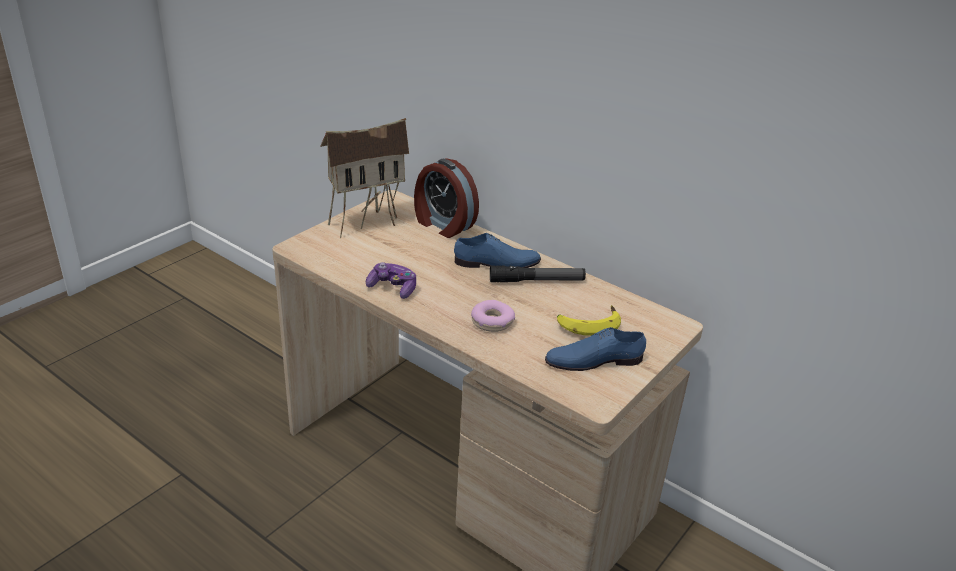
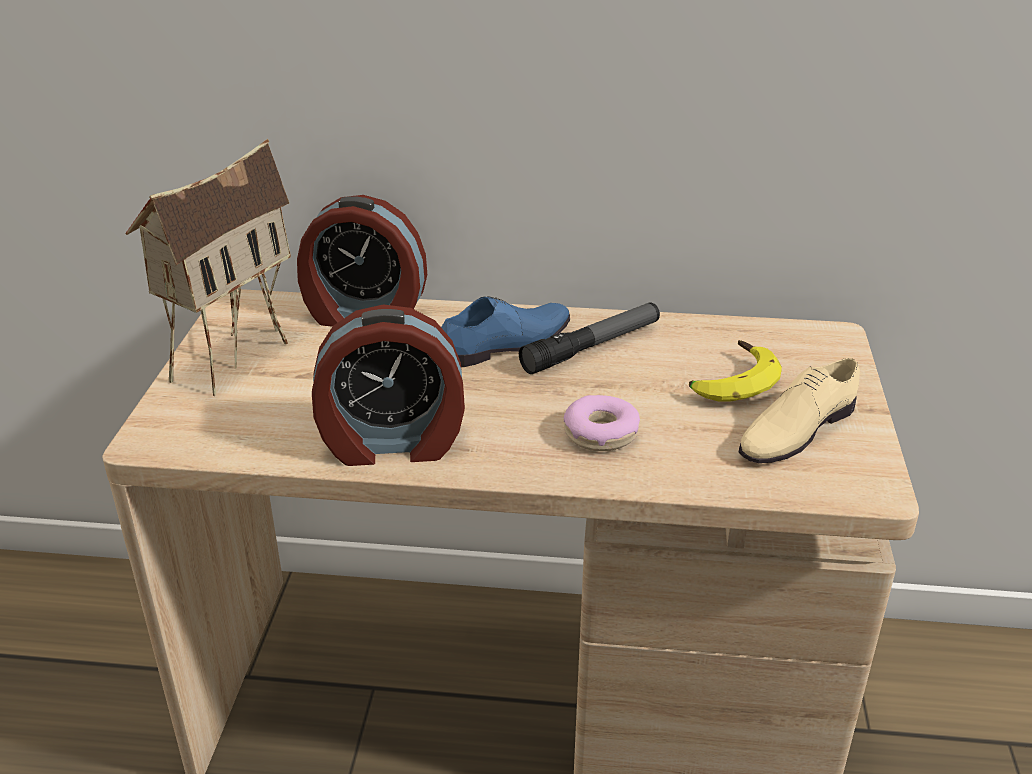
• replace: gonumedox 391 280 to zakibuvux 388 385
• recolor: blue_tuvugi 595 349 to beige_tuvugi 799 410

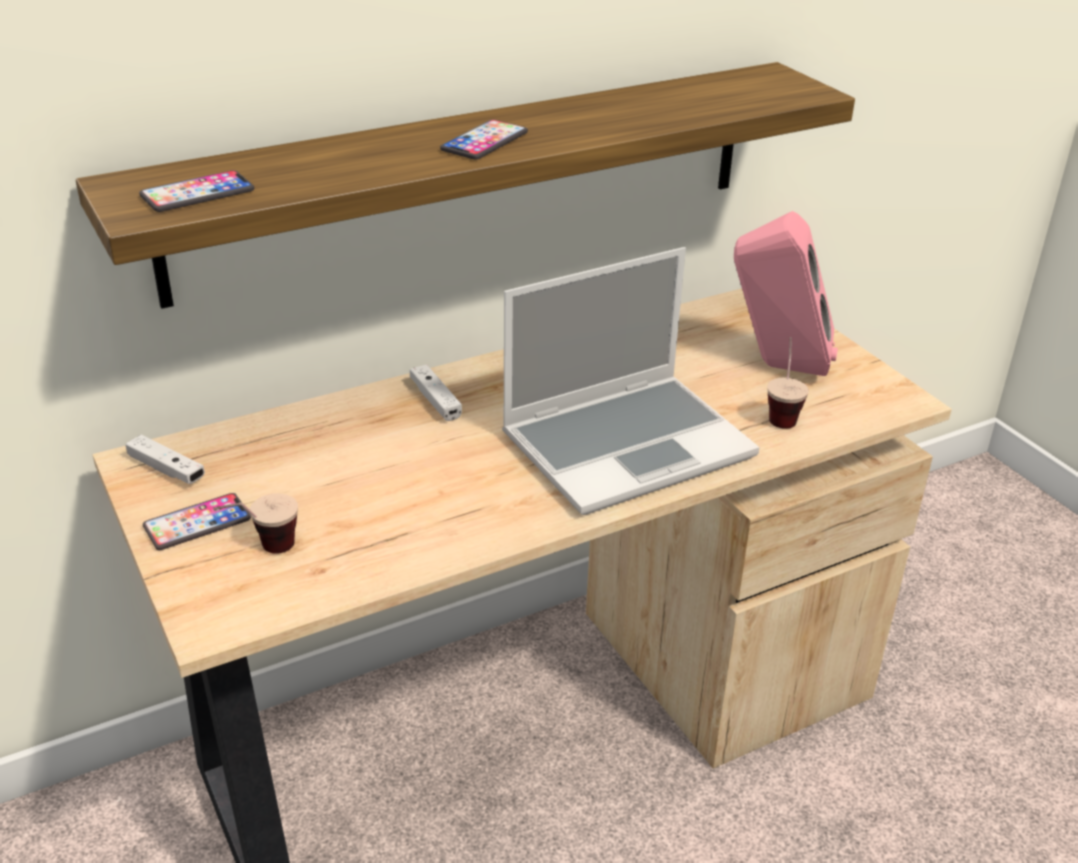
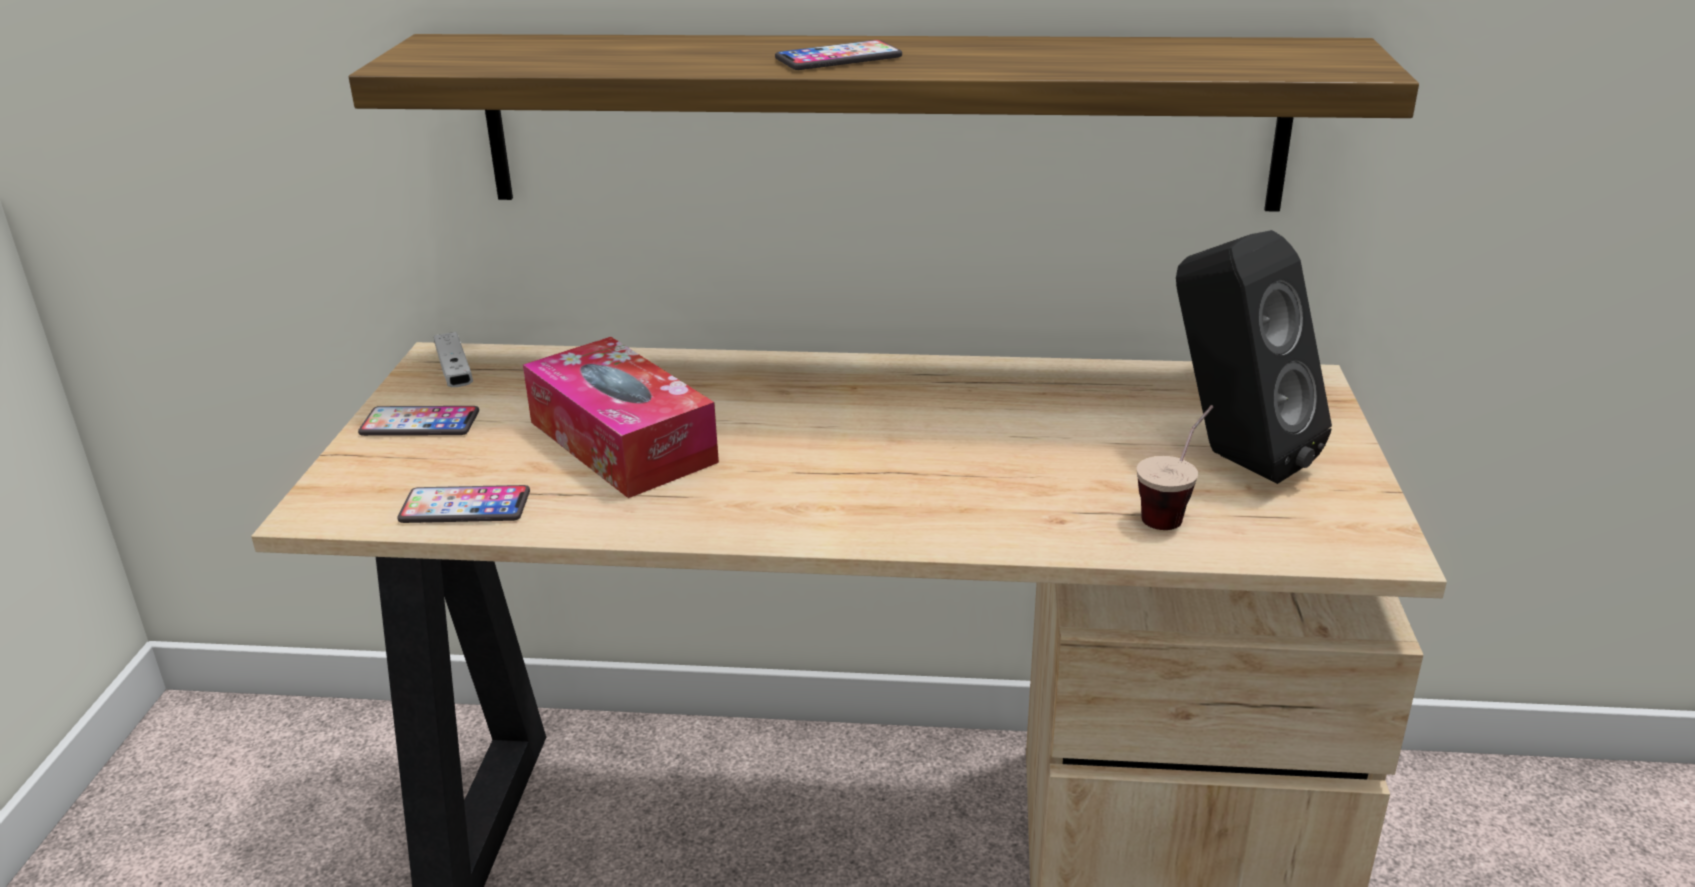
• delete: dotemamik 255 523
• delete: white_gonumedox 436 392
• delete: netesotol 631 381
• insert: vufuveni 621 417
• move: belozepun 196 191 to 463 504
• recolor: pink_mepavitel 786 293 to black_mepavitel 1254 357

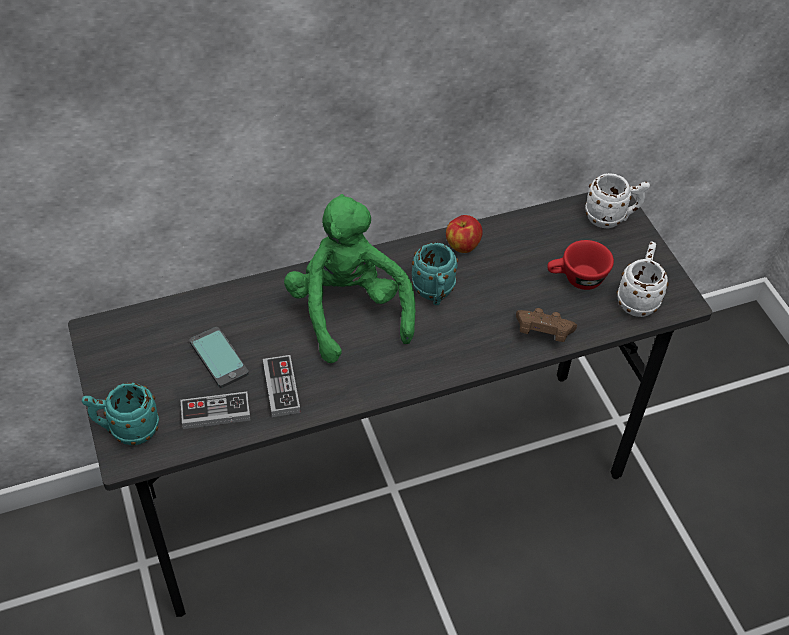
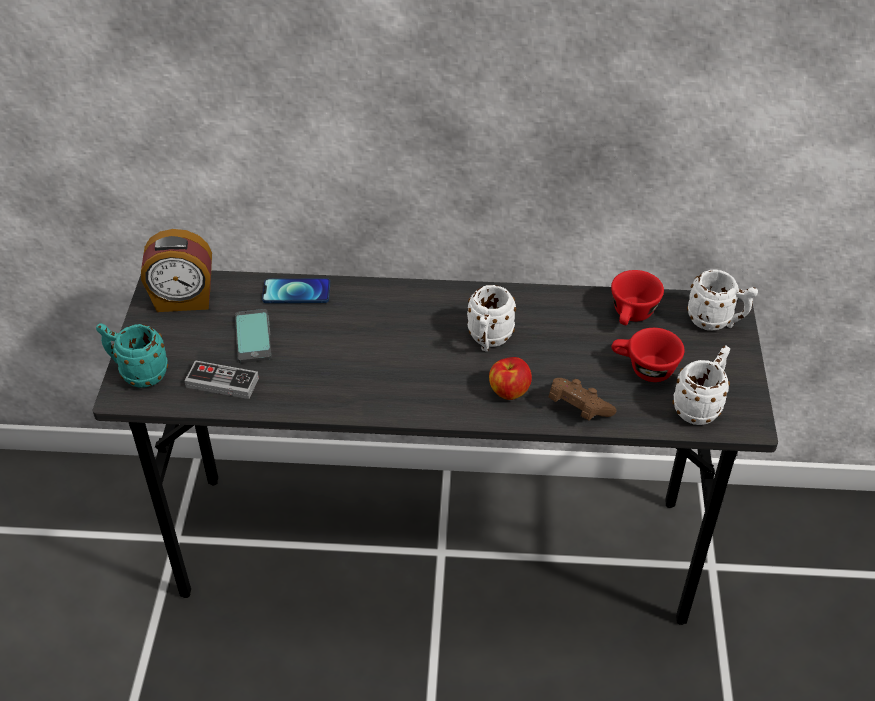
• delete: gonumedox 281 386
• delete: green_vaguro 349 278
• insert: zakibuvux 176 270
• insert: belozepun 296 290
• insert: red_dotemamik 637 297
• move: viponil 464 234 to 510 378
• recolor: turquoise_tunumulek 435 274 to white_tunumulek 491 318

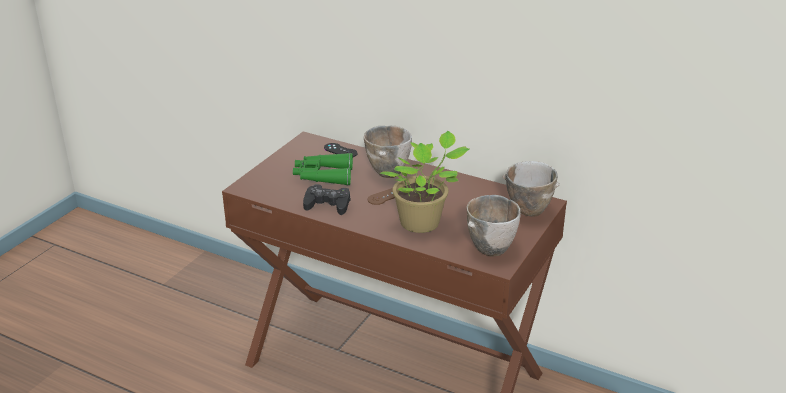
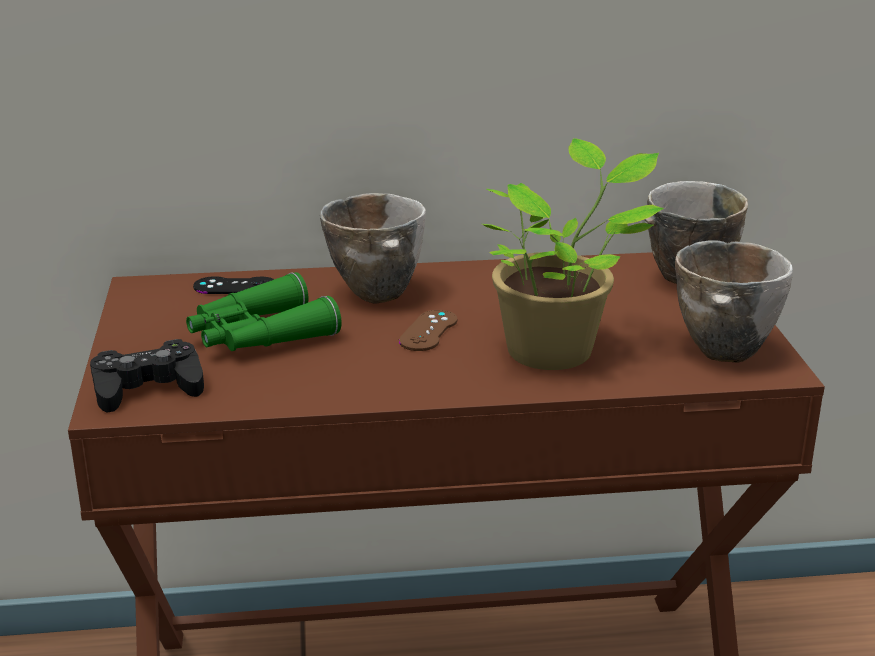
• move: black_gonumedox 326 199 to 147 376

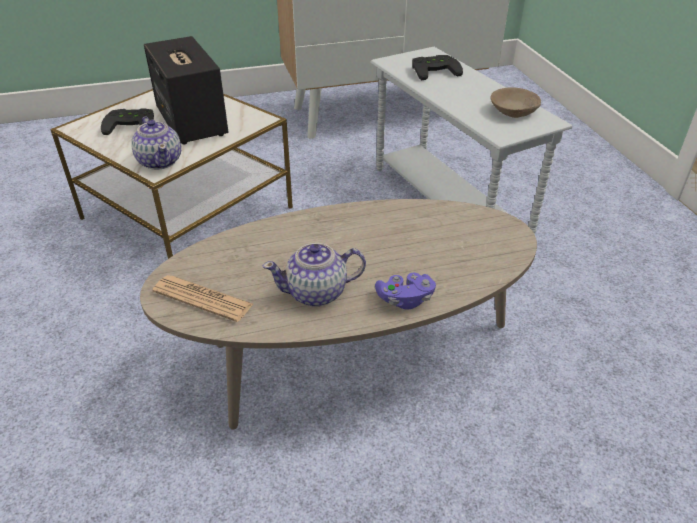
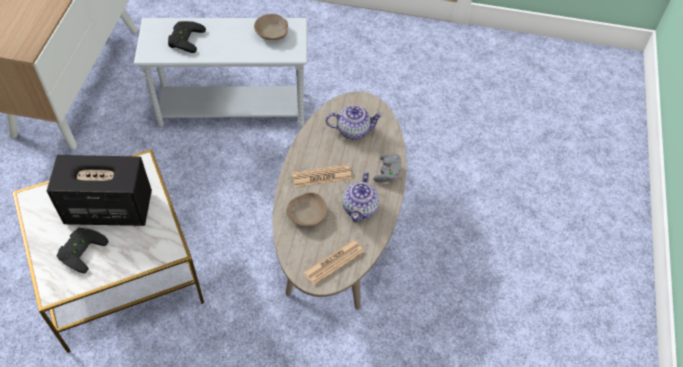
• insert: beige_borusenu 306 209
• insert: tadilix 322 176
• move: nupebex 156 143 to 354 122
• recolor: purple_gonumedox 405 291 to grey_gonumedox 387 168

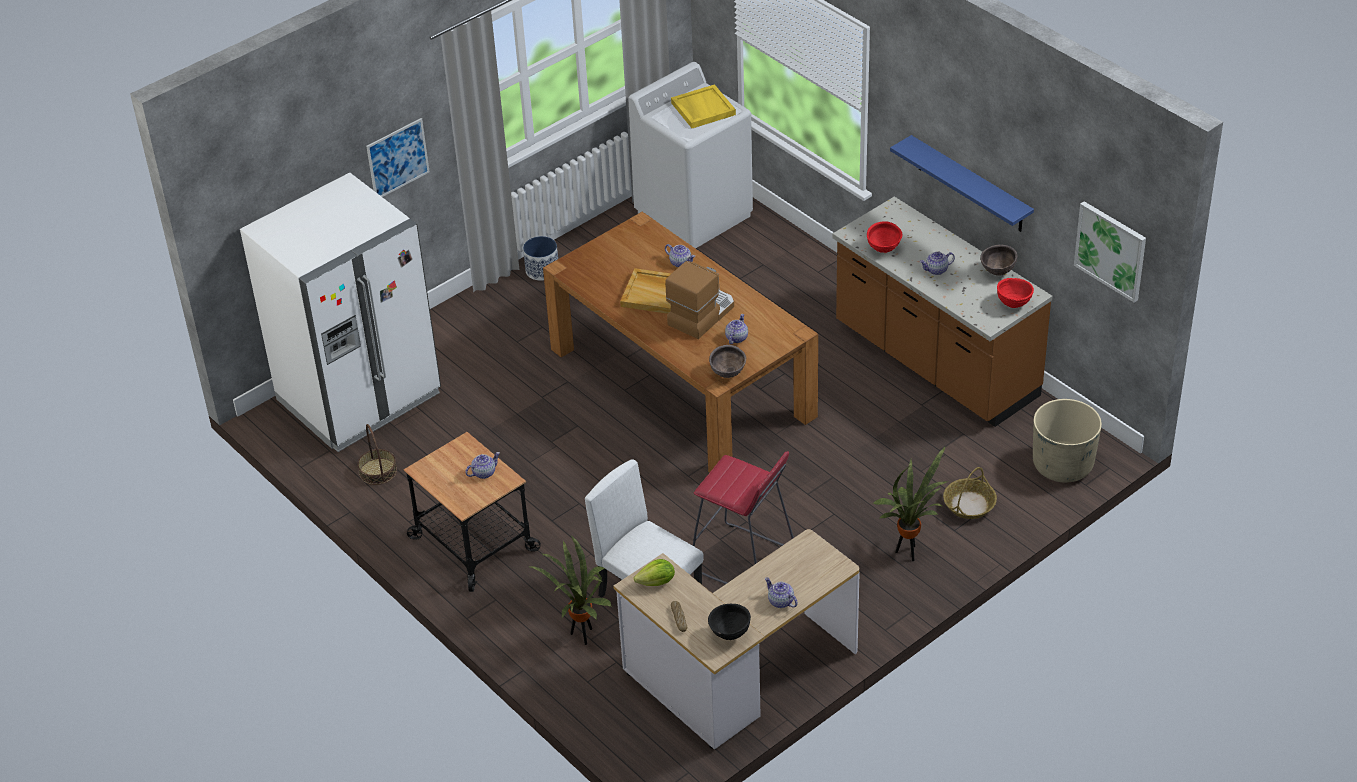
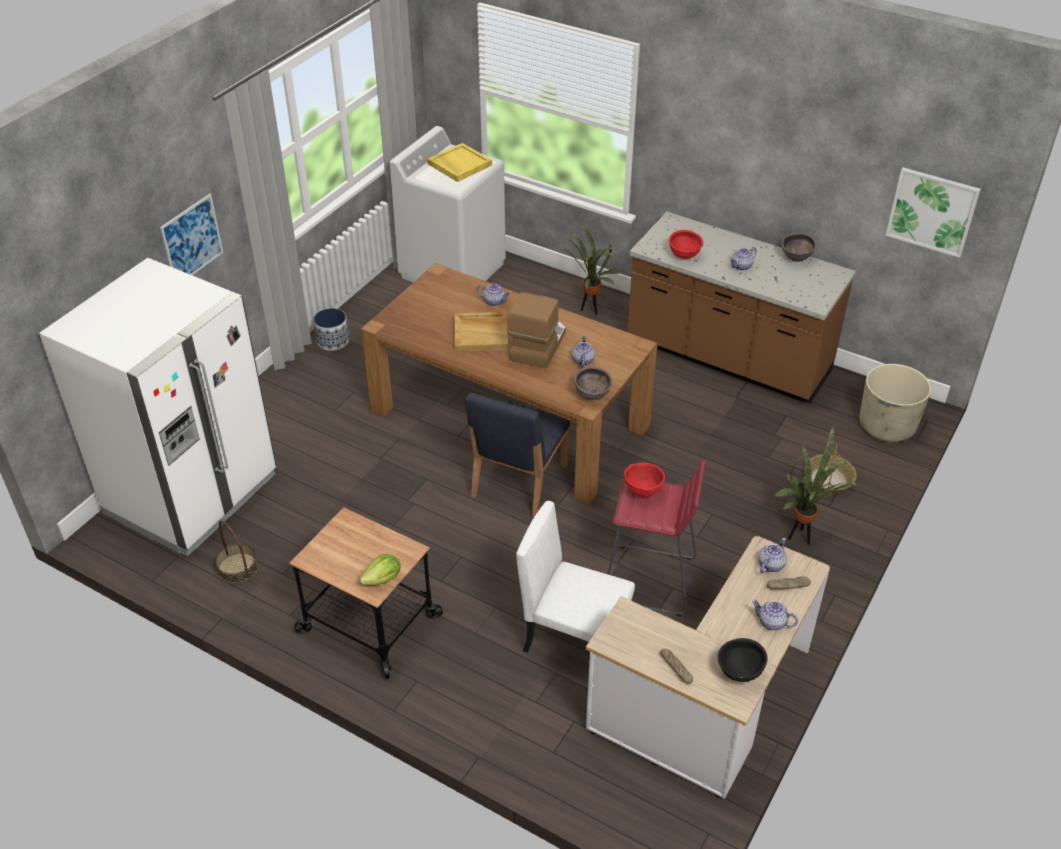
• delete: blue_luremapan 962 183
• insert: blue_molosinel 517 455
• insert: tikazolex 789 582
• move: nupebex 482 465 to 772 555
• move: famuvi 571 590 to 591 269
• move: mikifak 654 572 to 380 570
• move: red_borusenu 1015 293 to 644 480

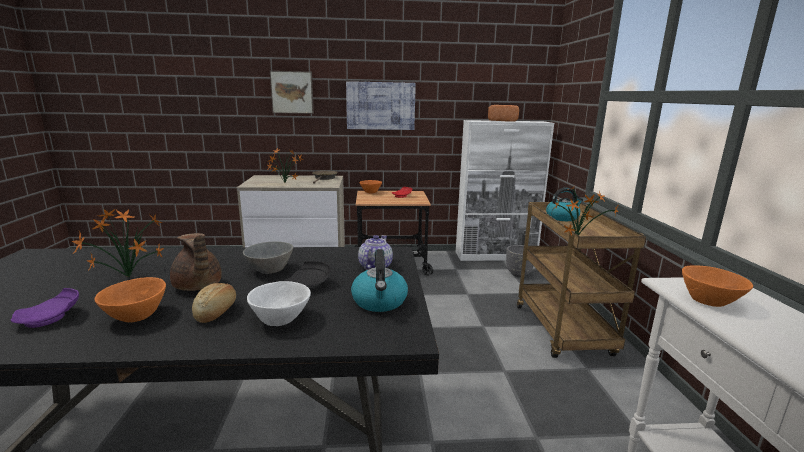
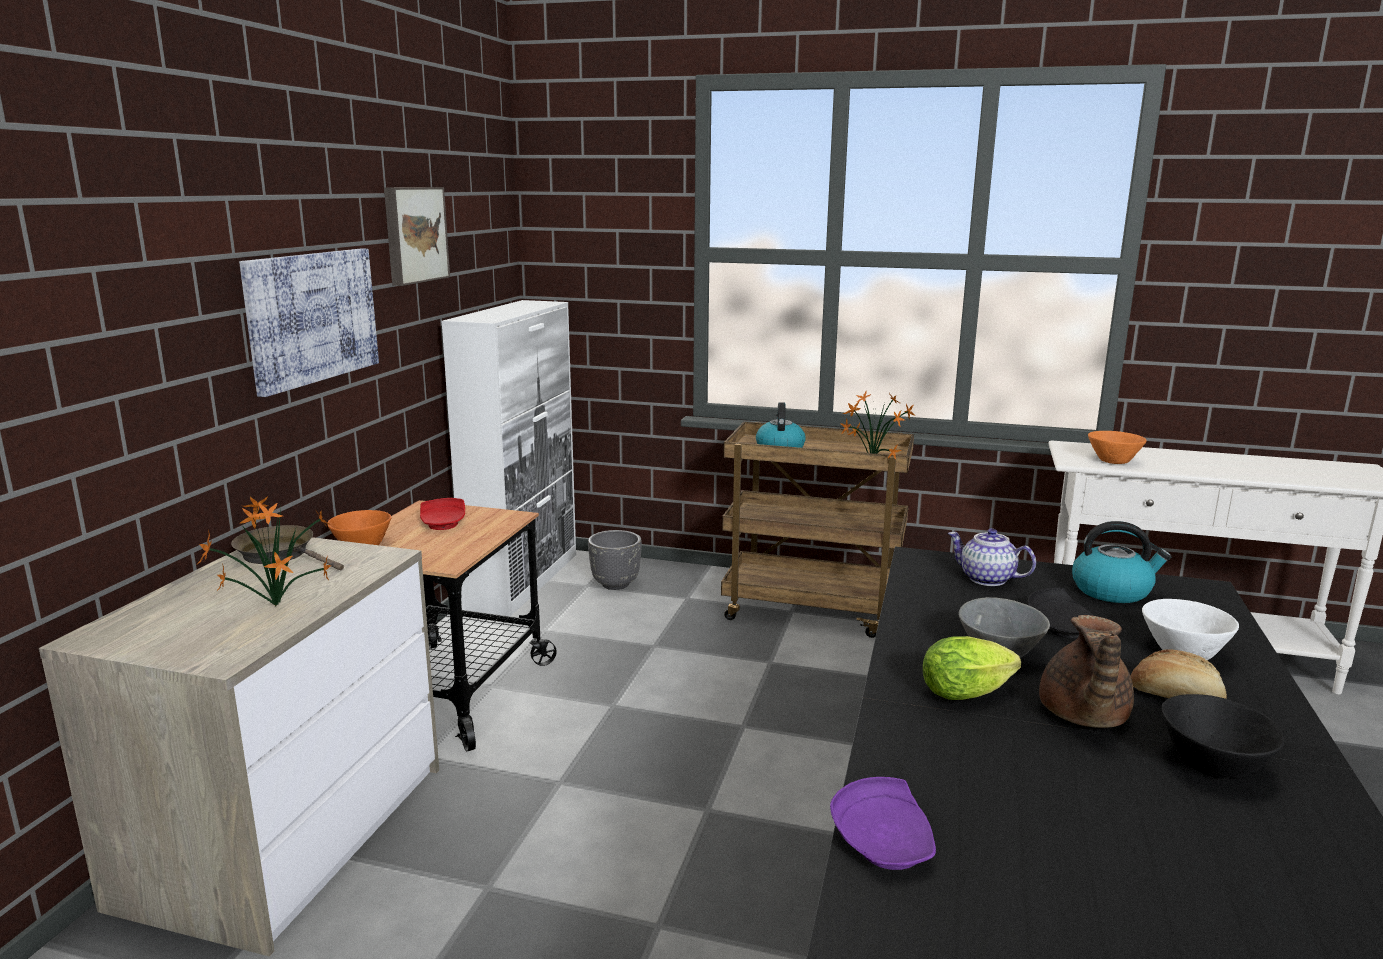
• delete: famuvi 118 243
• delete: tikazolex 503 113
• insert: mikifak 972 668
• move: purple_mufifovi 44 308 to 883 823
• move: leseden 292 92 to 417 236
• recolor: orange_borusenu 130 299 to black_borusenu 1223 736
• rotate: brown_nupebex 196 262 = 1086 671 120 degrees clockwise

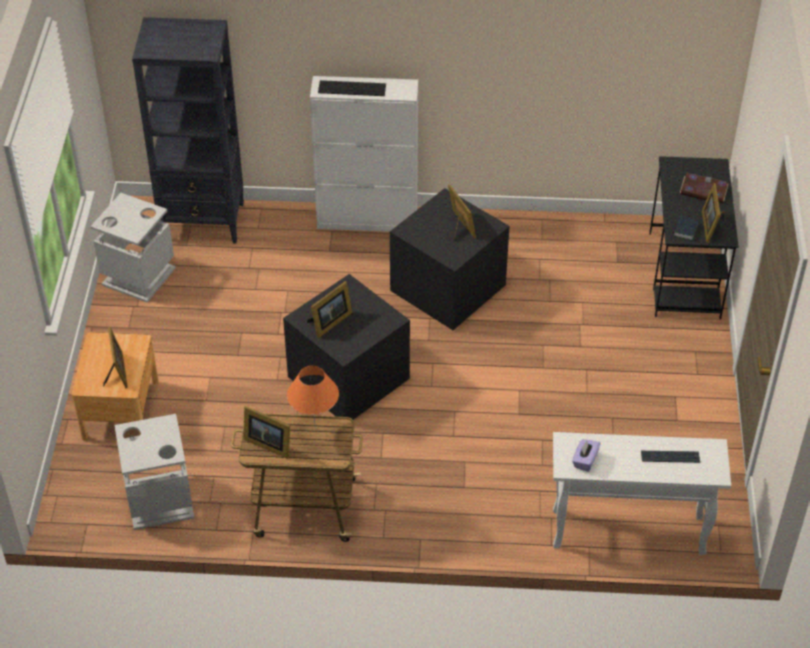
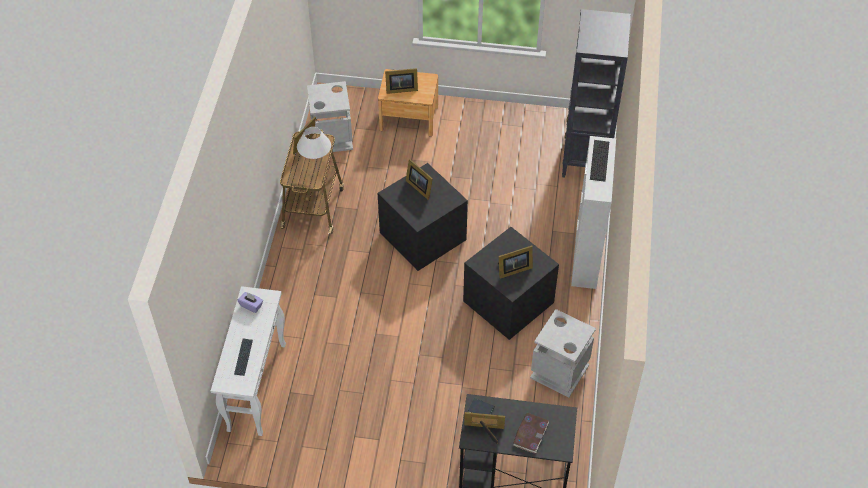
• move: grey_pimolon 133 248 to 563 353
• recolor: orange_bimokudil 313 394 to white_bimokudil 314 148

